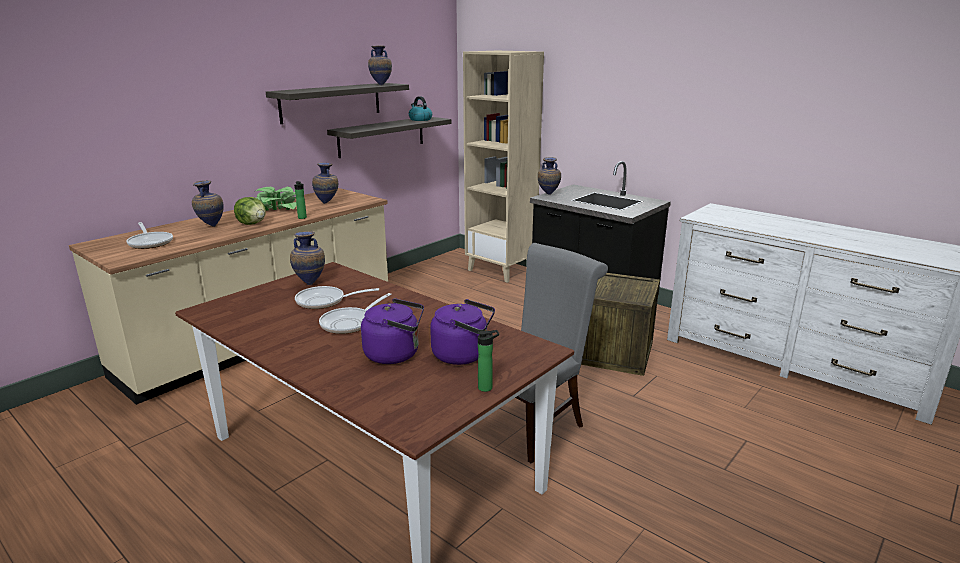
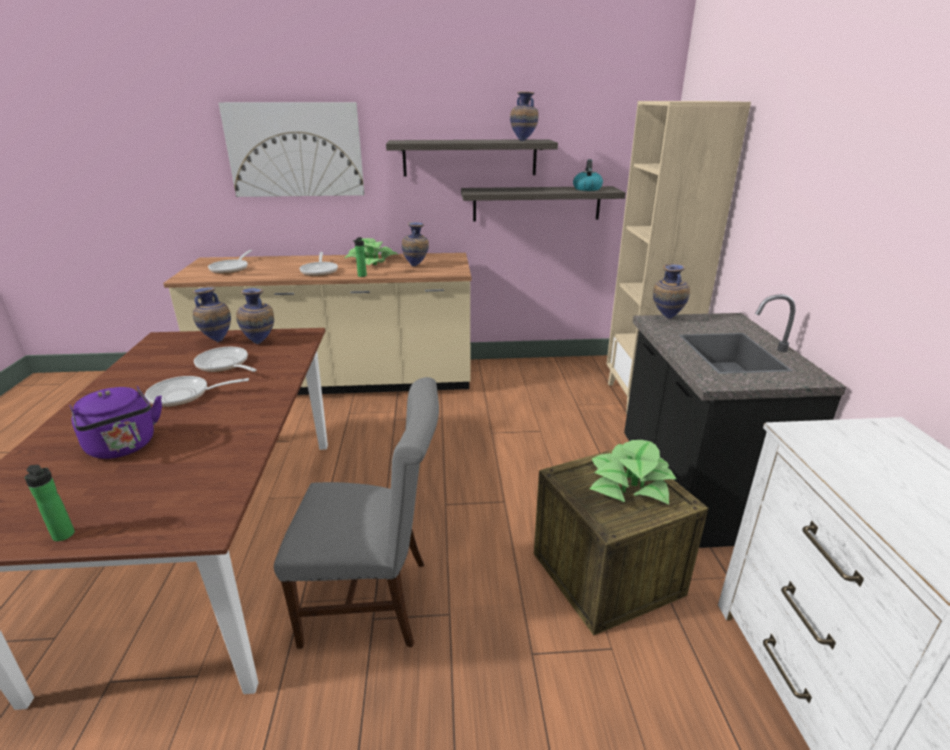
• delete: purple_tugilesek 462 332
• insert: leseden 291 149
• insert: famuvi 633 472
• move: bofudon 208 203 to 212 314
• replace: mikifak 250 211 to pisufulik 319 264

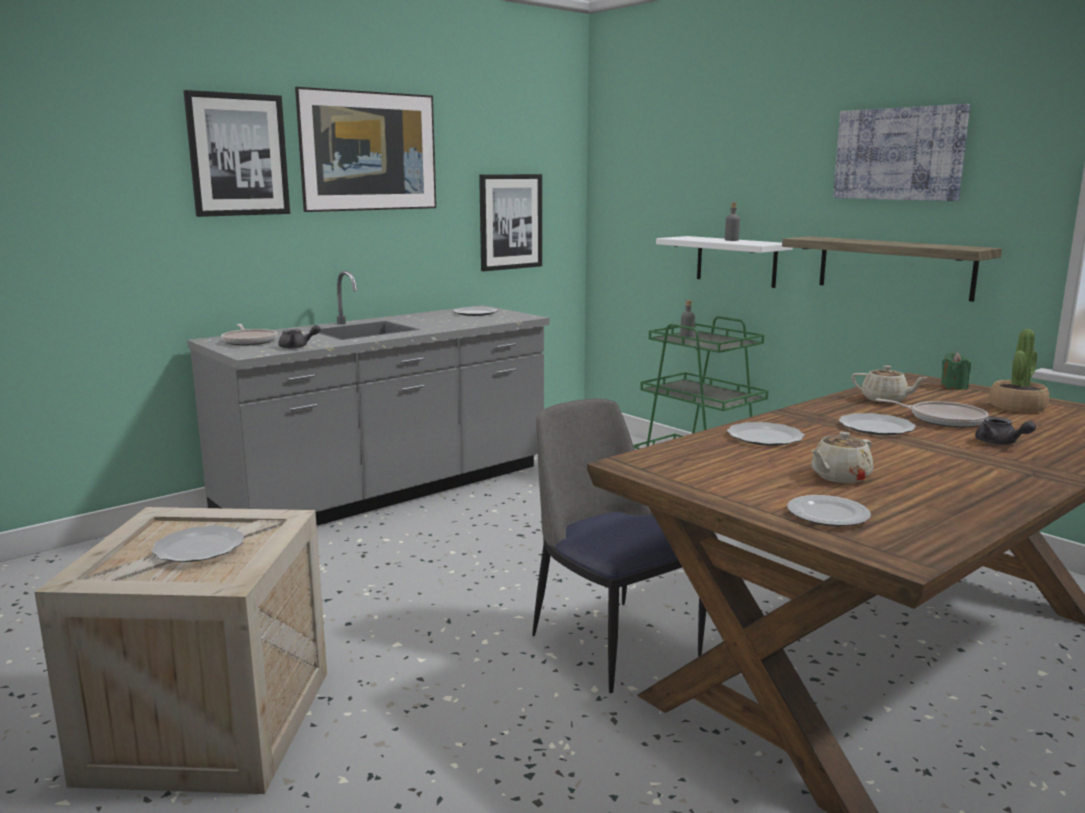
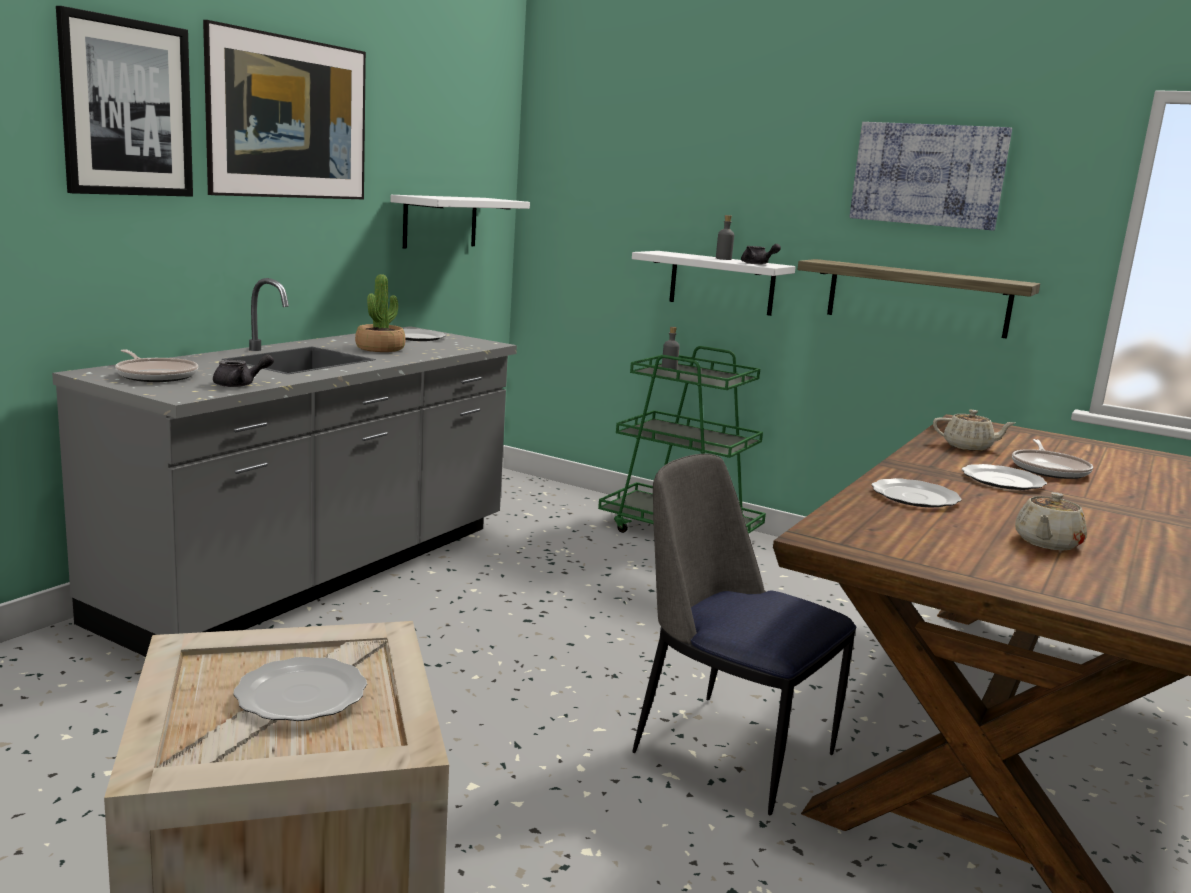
• delete: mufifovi 829 510
• delete: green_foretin 956 371
• move: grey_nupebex 1005 431 to 761 254
• move: famuvi 1019 371 to 380 313
• replace: leseden 510 222 to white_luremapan 460 222
• rotate: pisufulik 932 413 = 1052 459 90 degrees clockwise

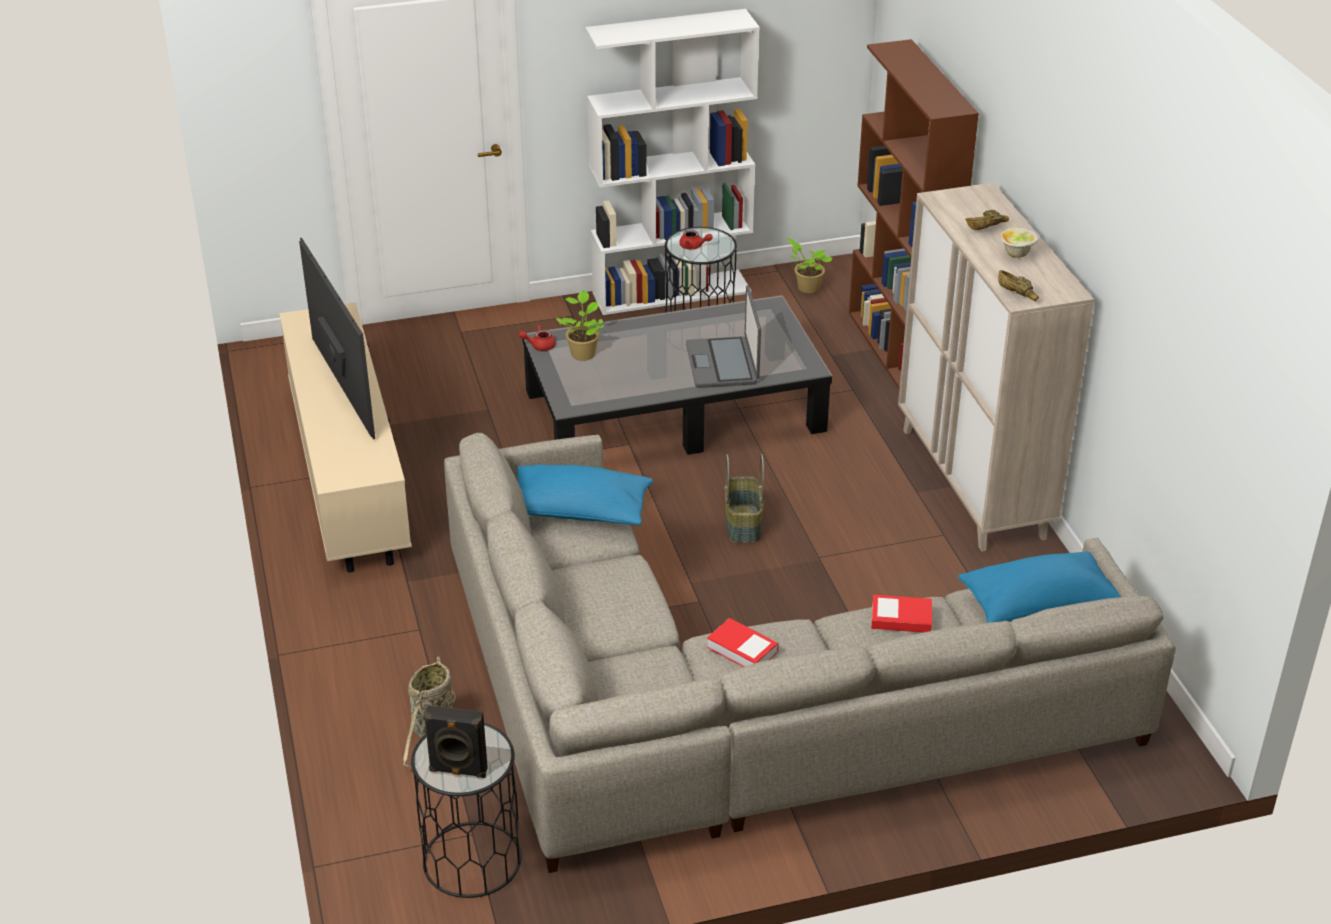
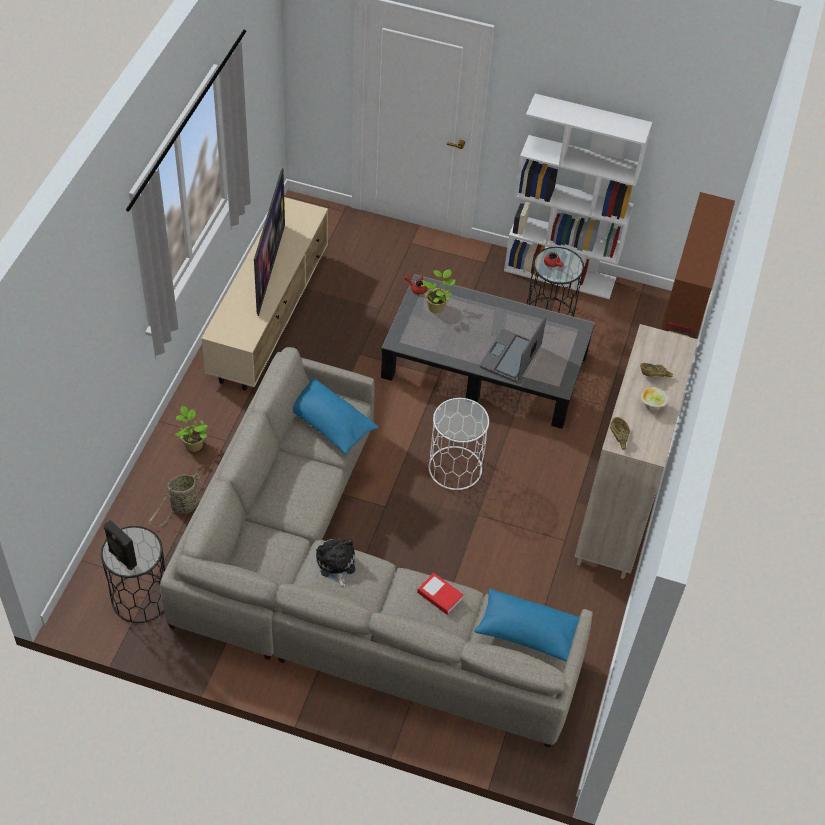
• move: famuvi 810 265 to 191 429
• replace: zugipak 743 642 to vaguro 335 563
• replace: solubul 744 498 to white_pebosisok 459 444

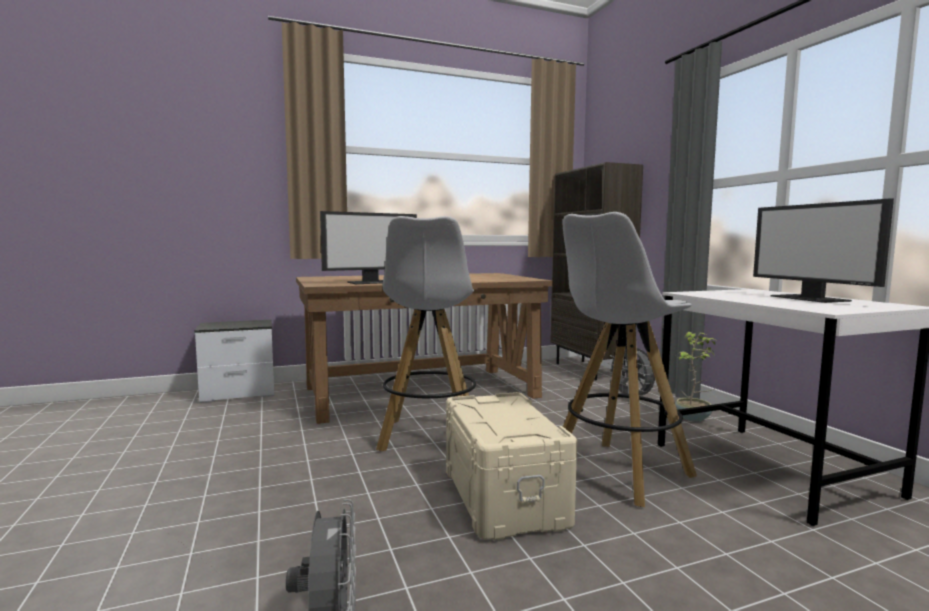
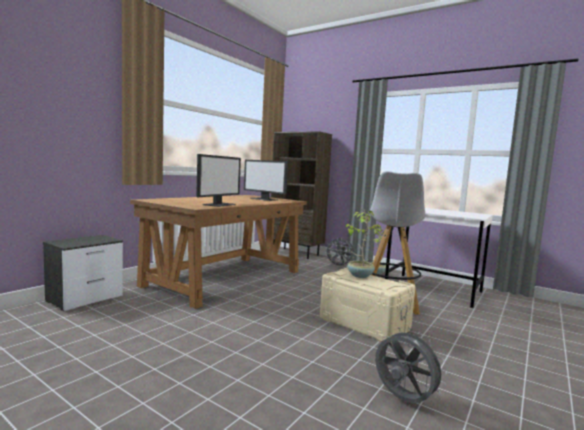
• delete: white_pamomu 426 333
• insert: famuvi 363 244
• move: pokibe 823 250 to 266 180

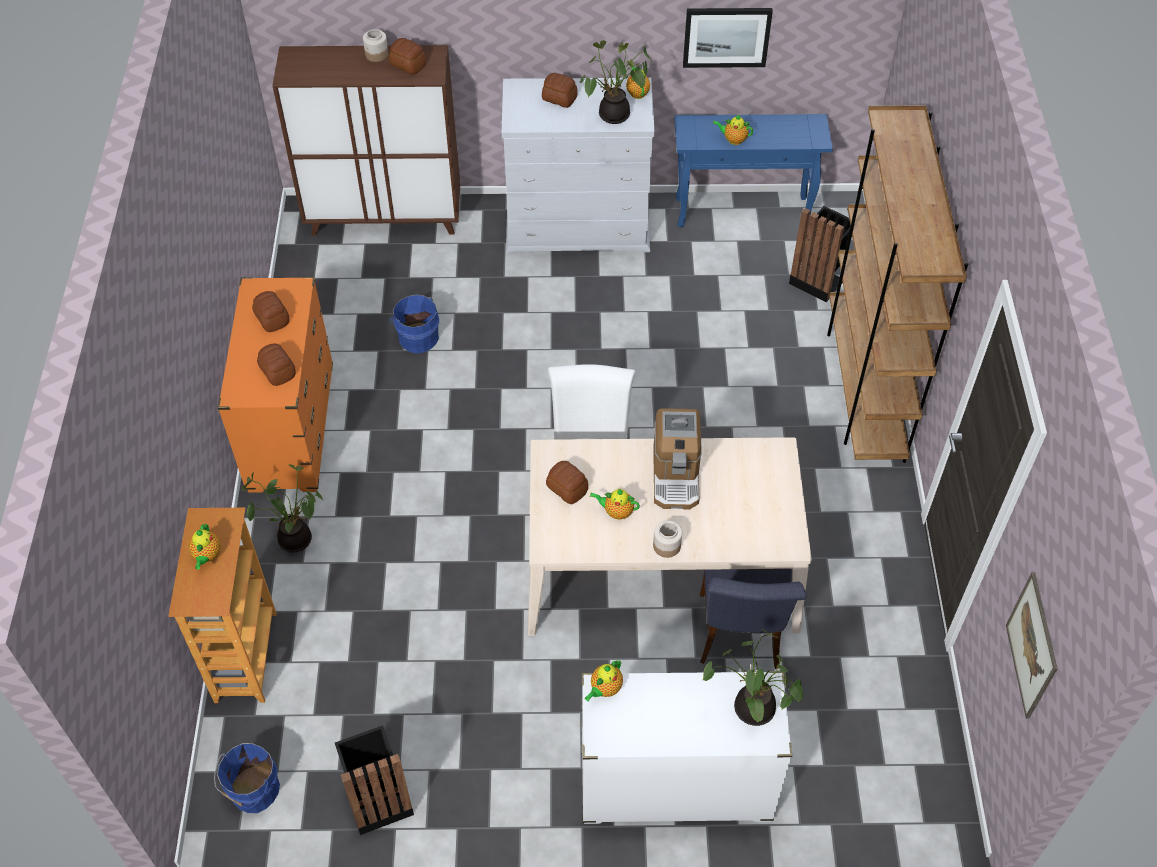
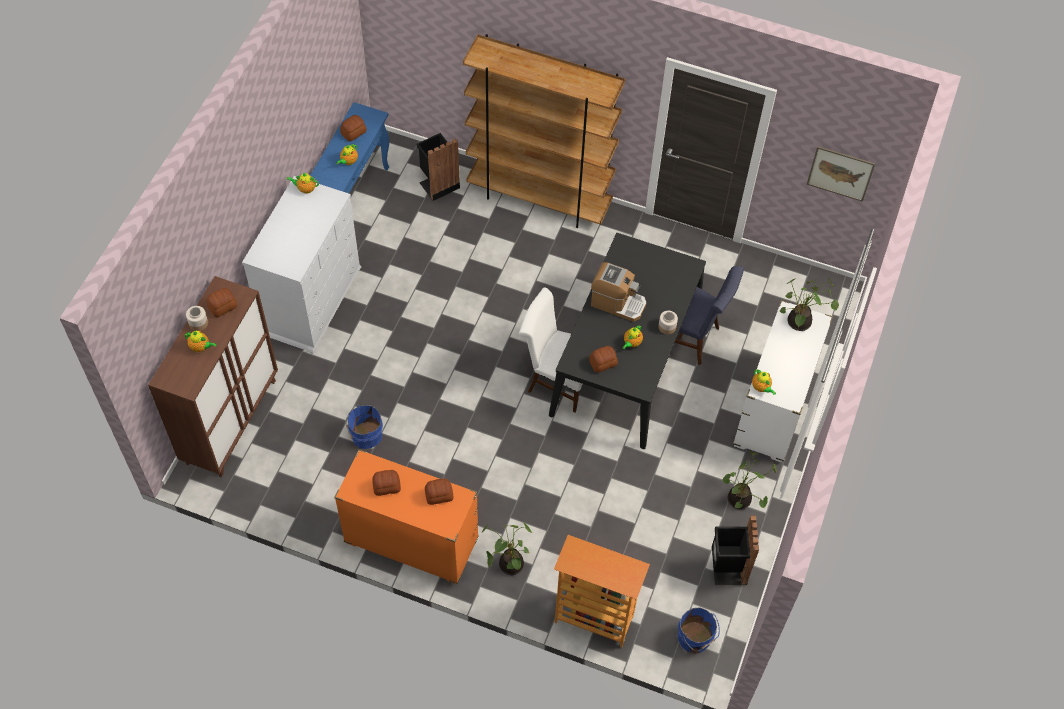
• delete: leseden 728 38
• move: nupebex 204 546 to 200 341
• move: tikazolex 560 90 to 353 128
• move: famuvi 616 82 to 749 480
• recolor: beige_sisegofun 670 536 to black_sisegofun 627 341

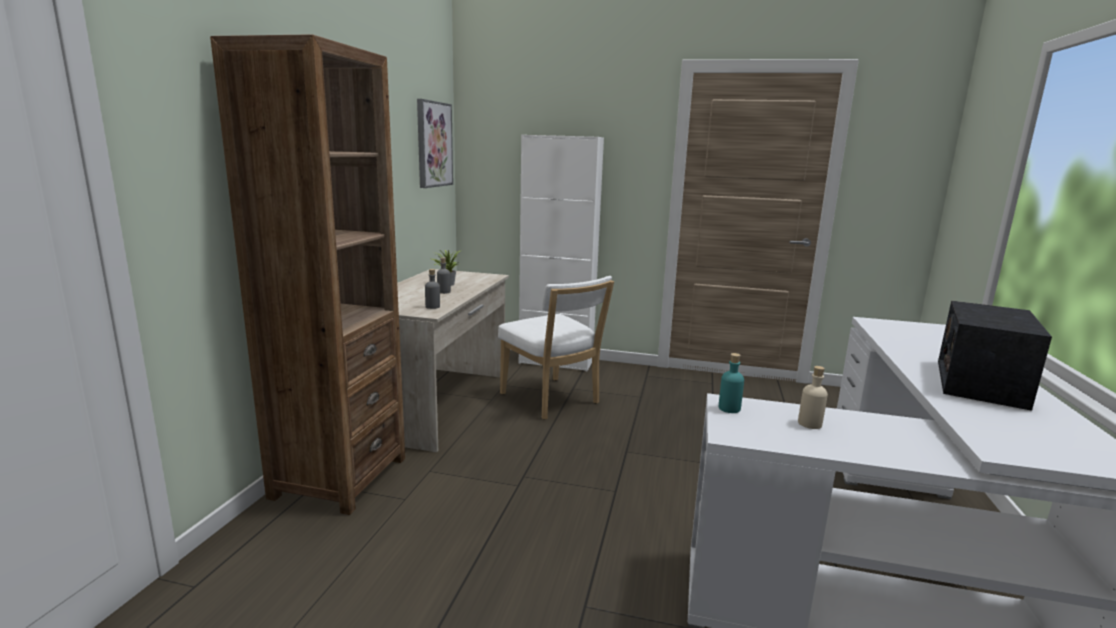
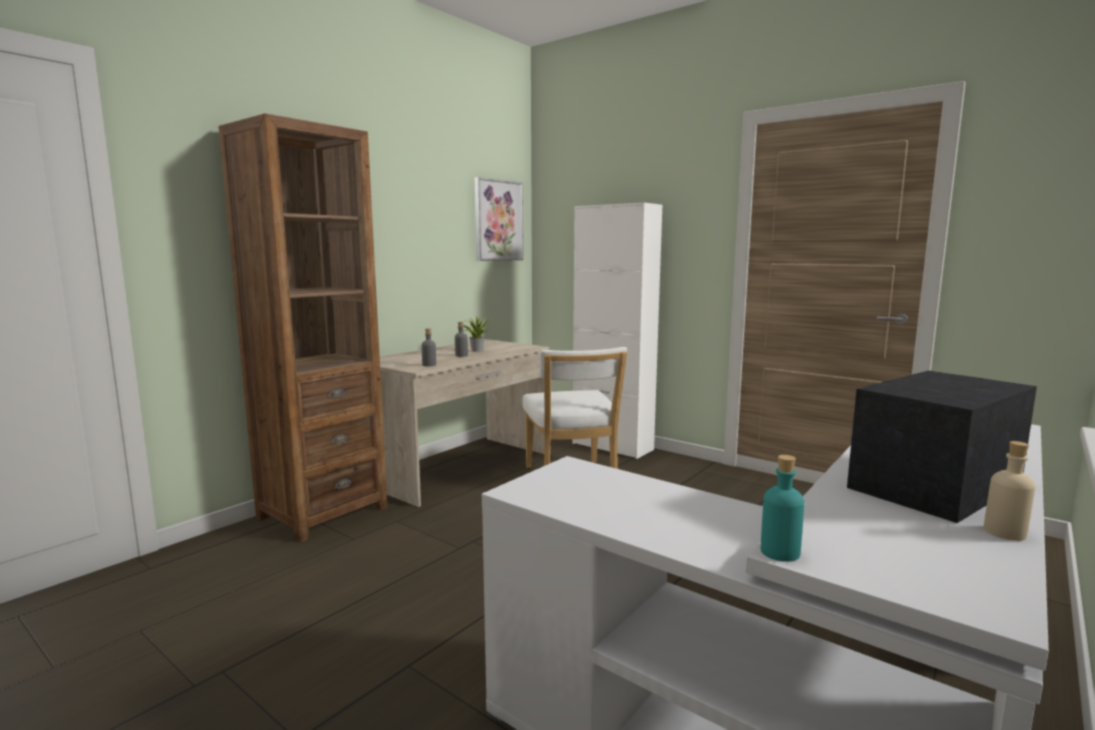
• move: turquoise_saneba 731 383 to 782 508
• move: beige_saneba 813 397 to 1009 491

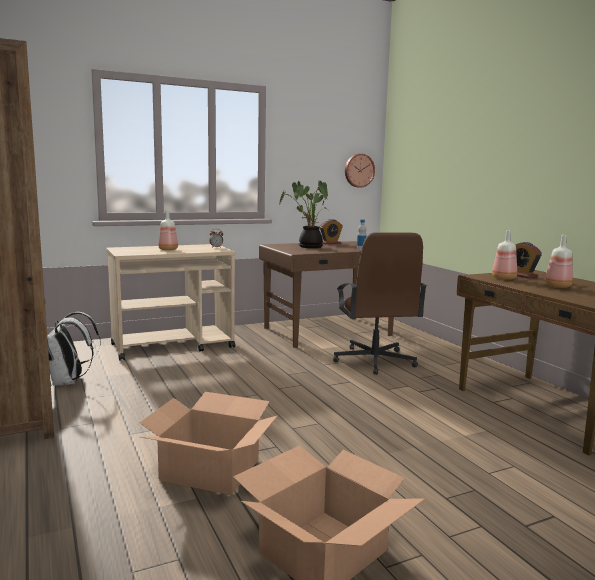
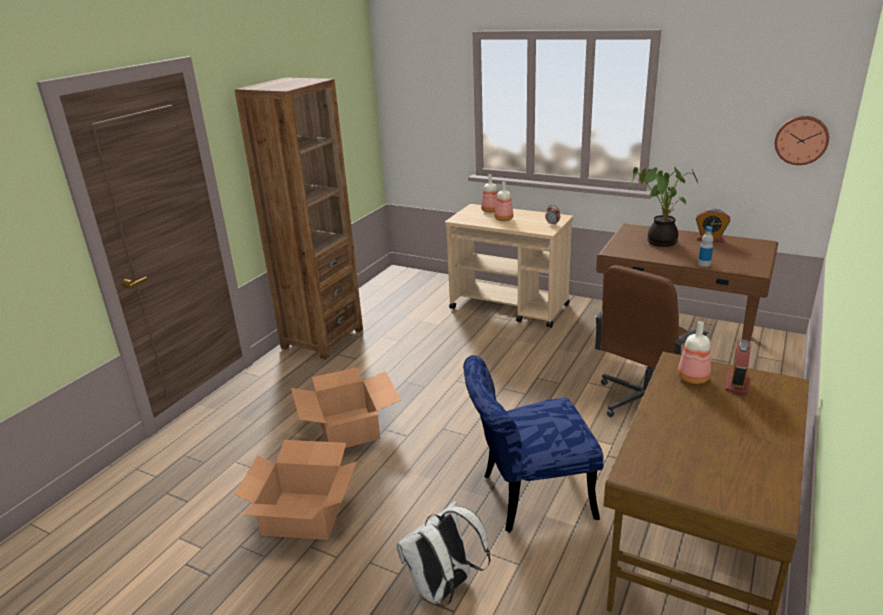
• insert: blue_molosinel 533 444
• move: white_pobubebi 74 349 to 444 553
• move: saneba 559 261 to 489 193

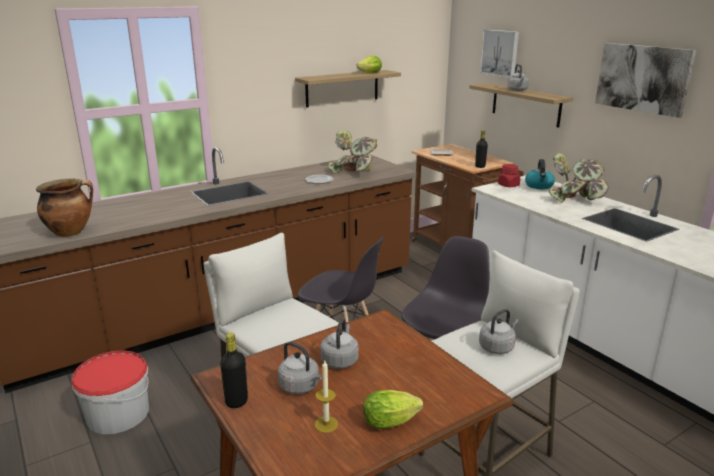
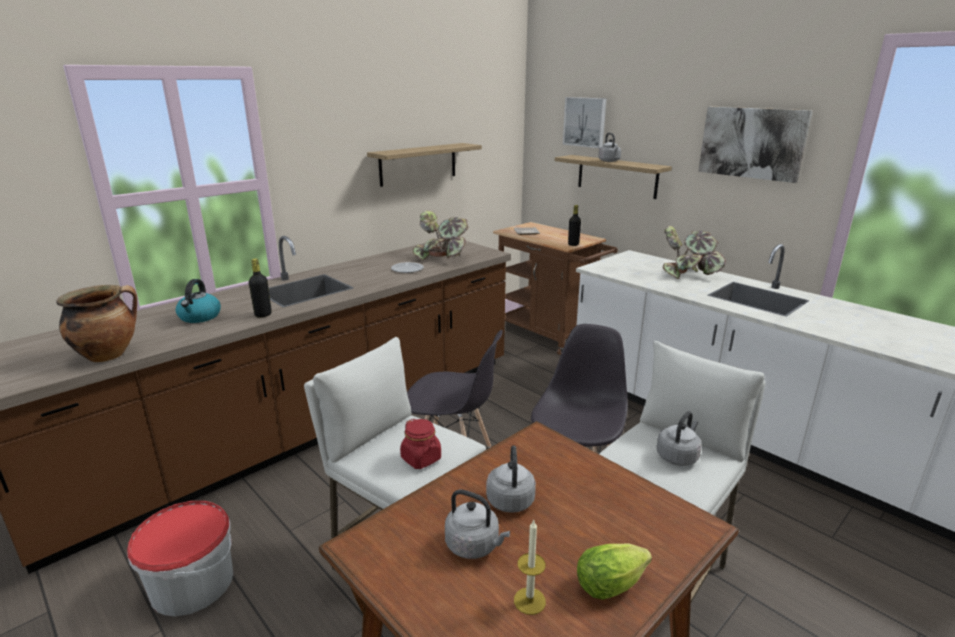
• delete: mikifak 369 64
• move: black_saneba 234 370 to 260 288
• move: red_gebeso 509 175 to 420 444
• move: tugilesek 540 174 to 198 301

